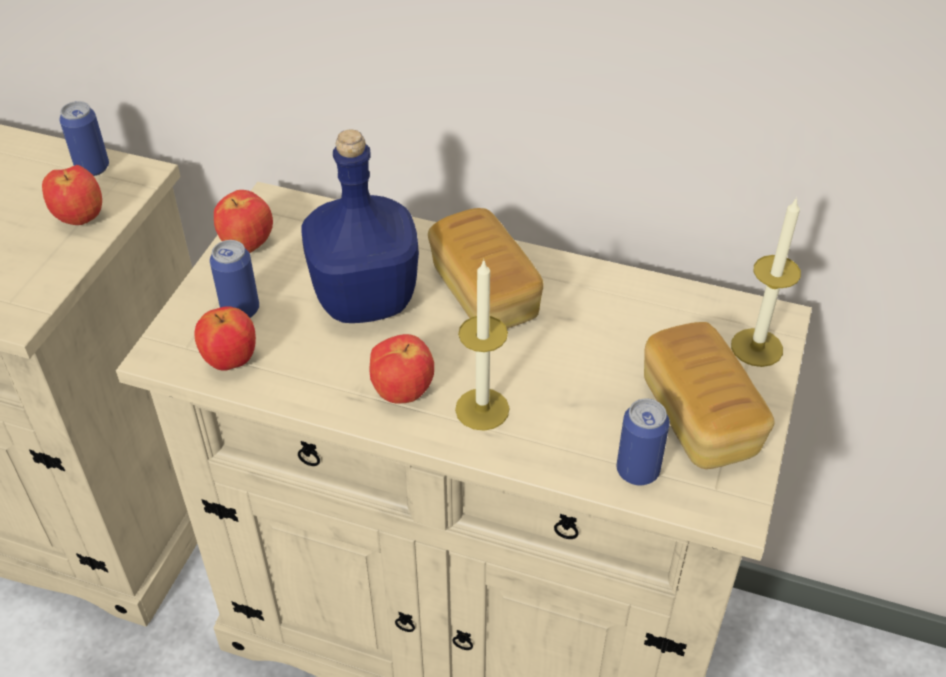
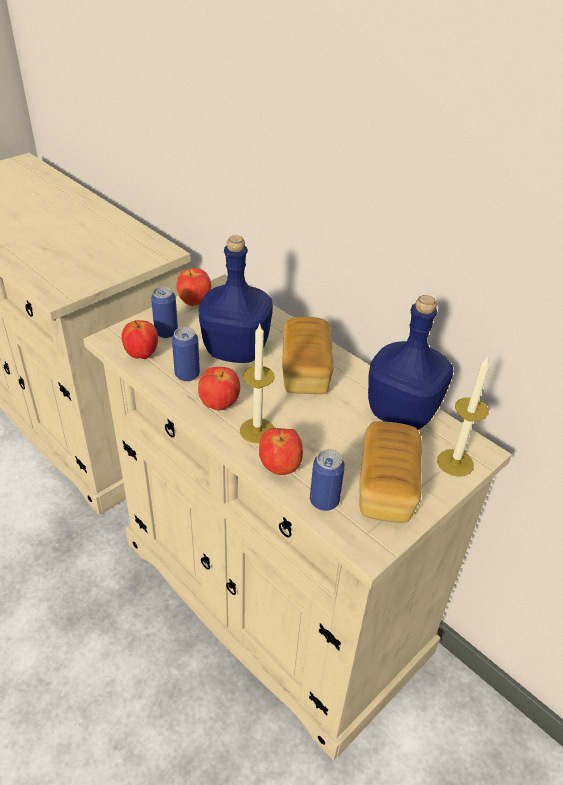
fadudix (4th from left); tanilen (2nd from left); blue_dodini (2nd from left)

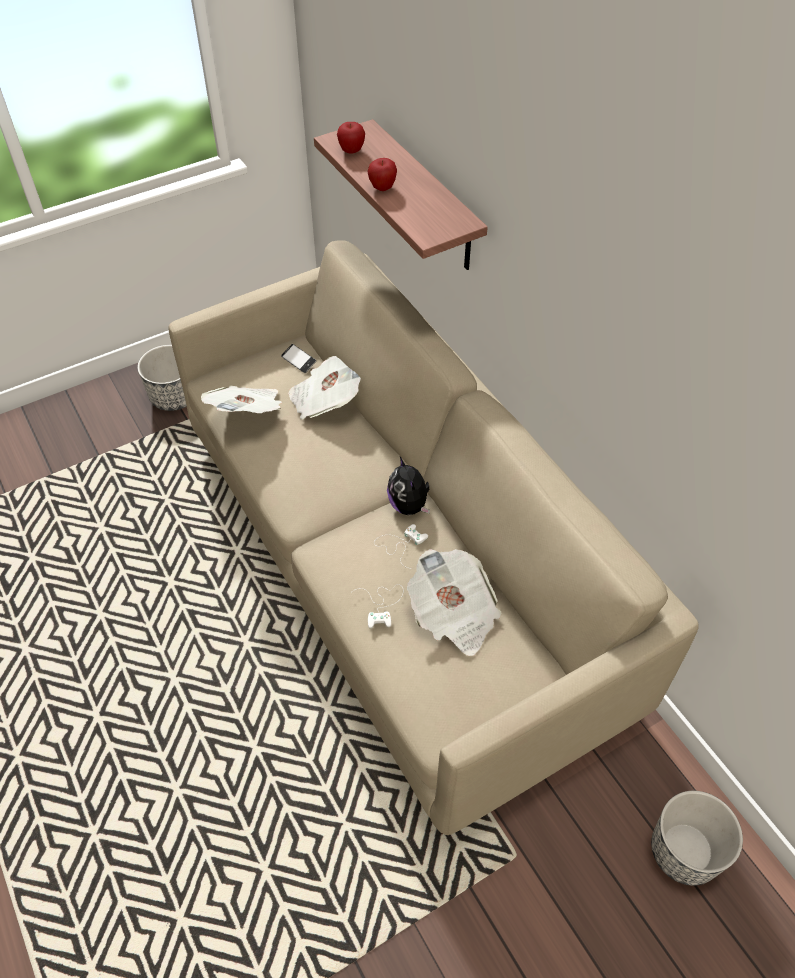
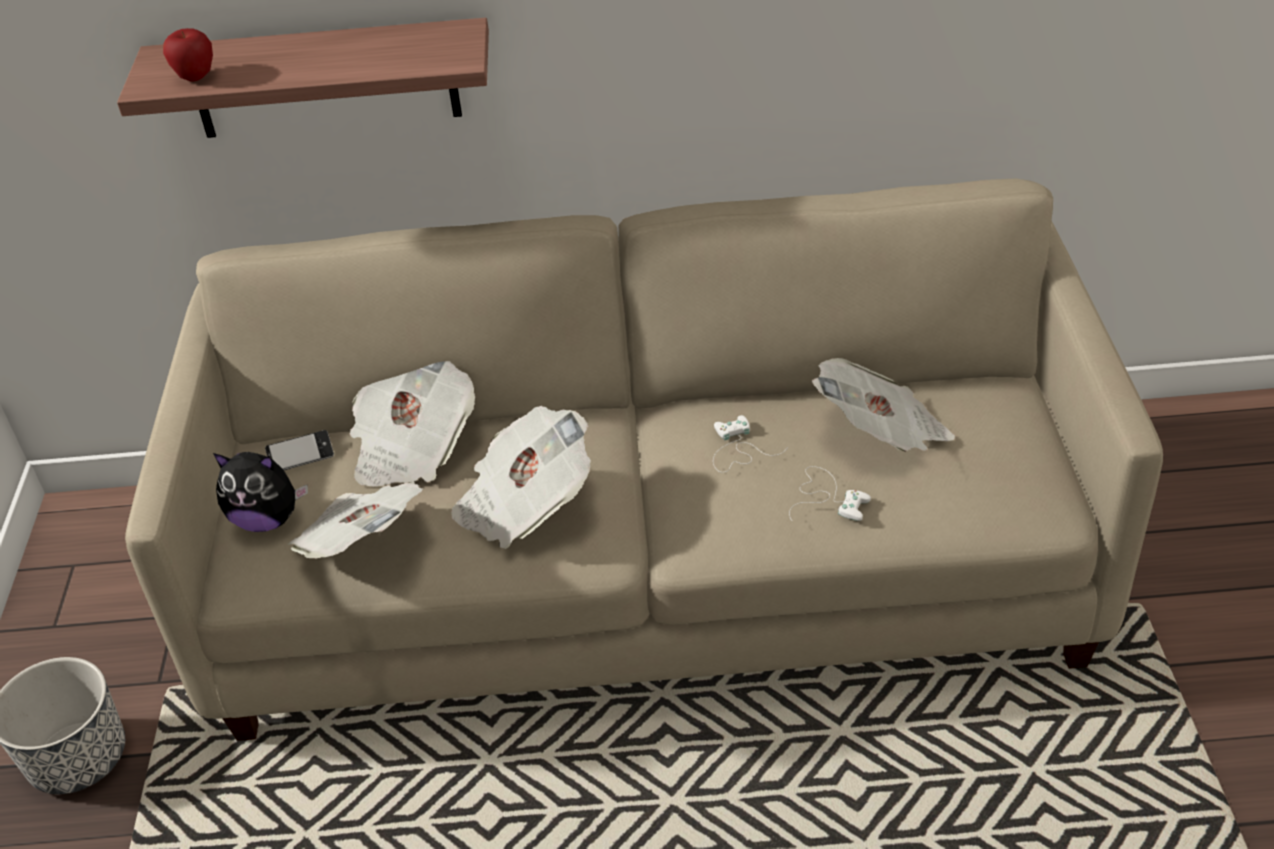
fadudix (2nd from left in the first image); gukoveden; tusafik (2nd from left in the first image); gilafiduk (3rd from left)

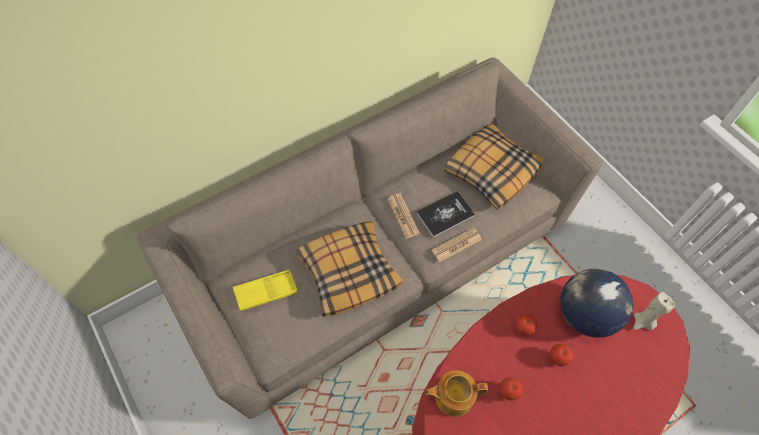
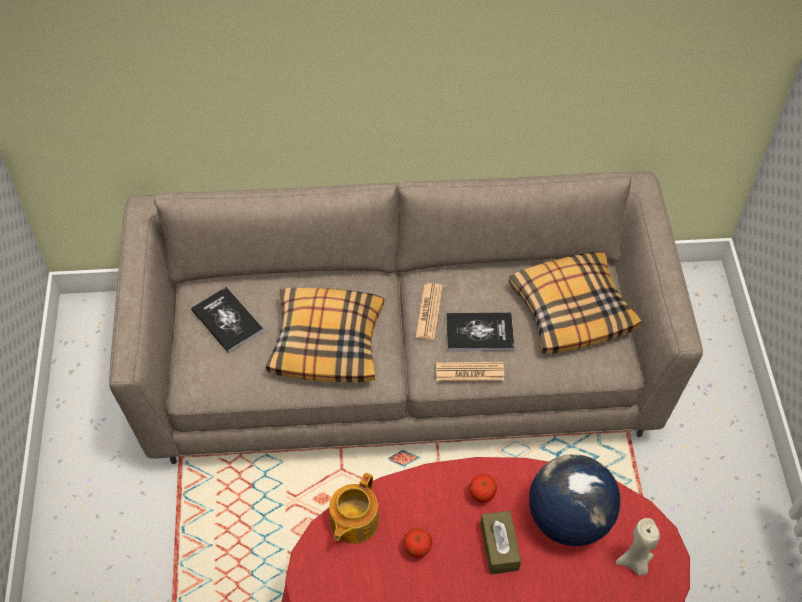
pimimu (1st from left); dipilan; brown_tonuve

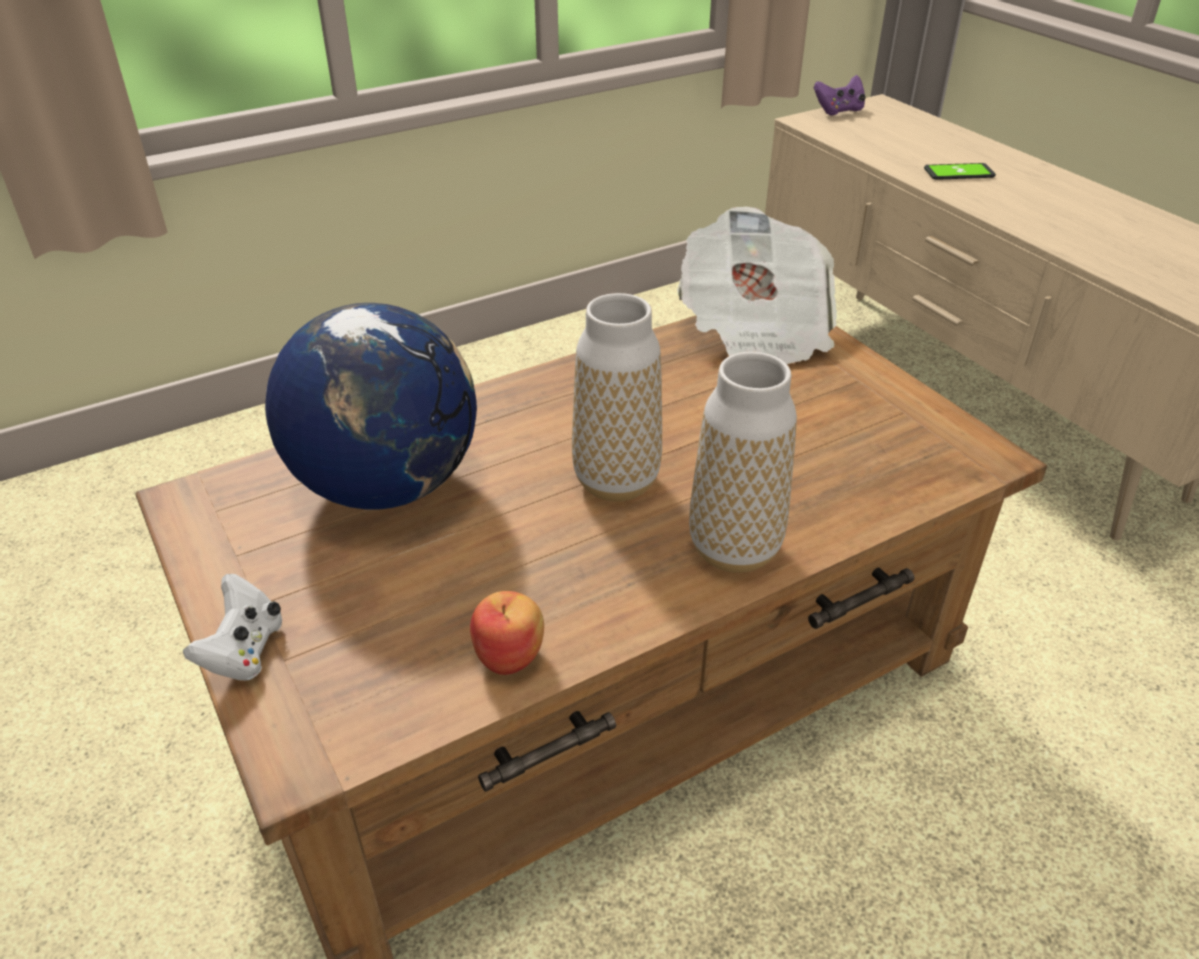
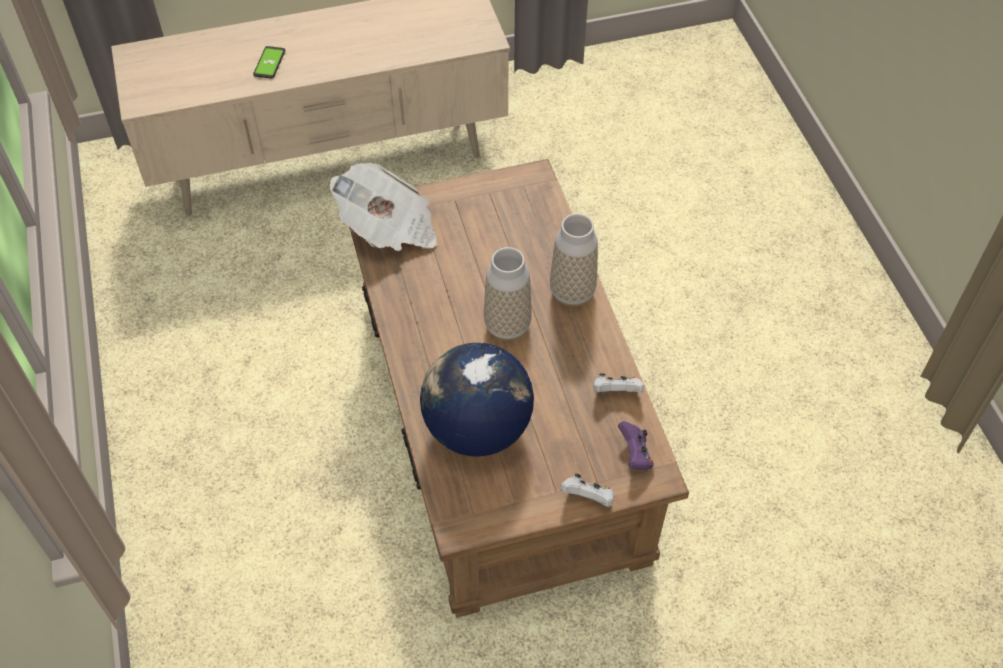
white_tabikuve (2nd from left); purple_tabikuve

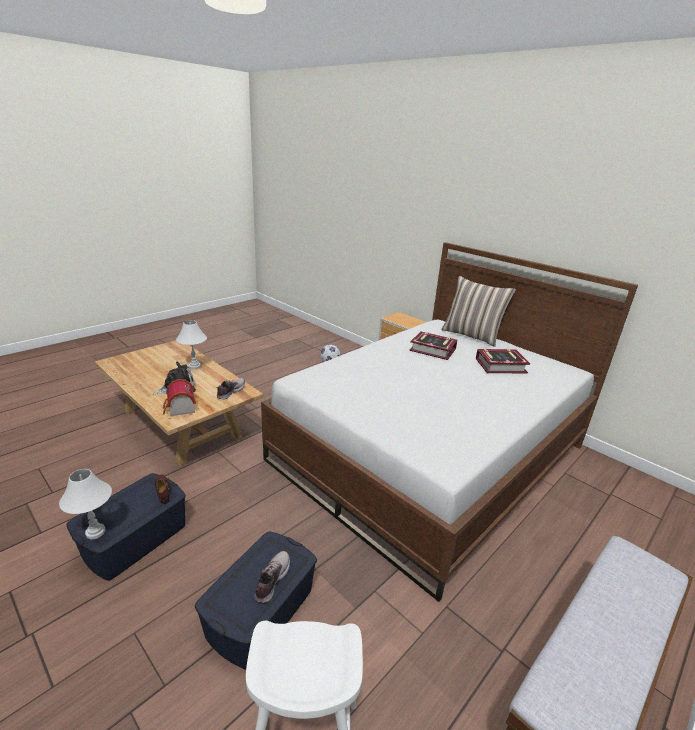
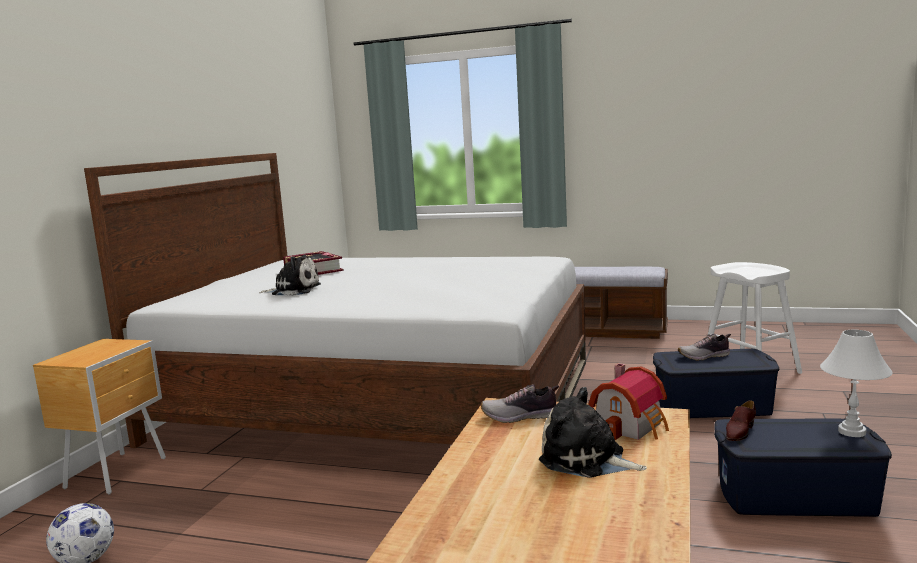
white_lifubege (2nd from left in the first image); gukoveden (1st from left); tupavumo

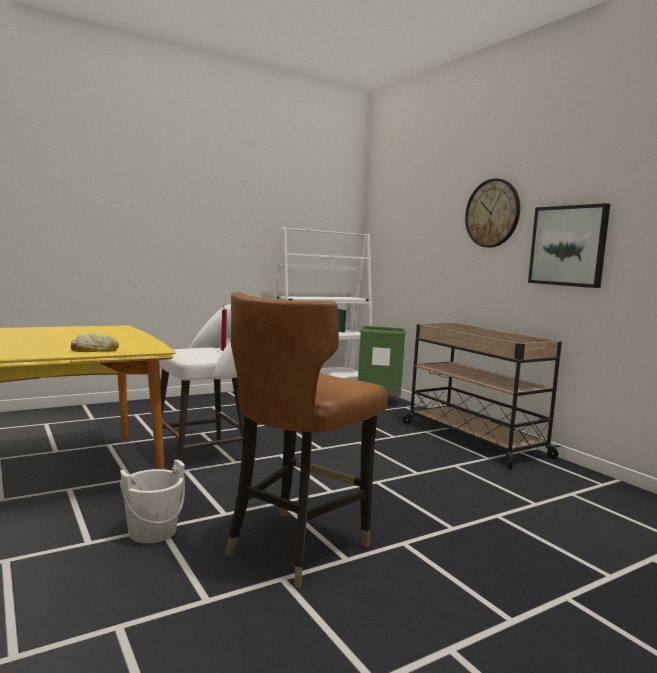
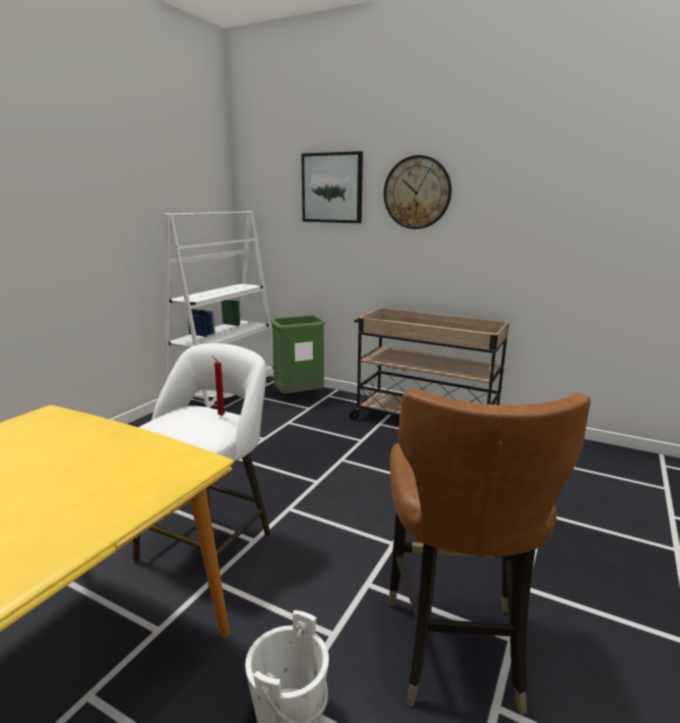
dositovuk; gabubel

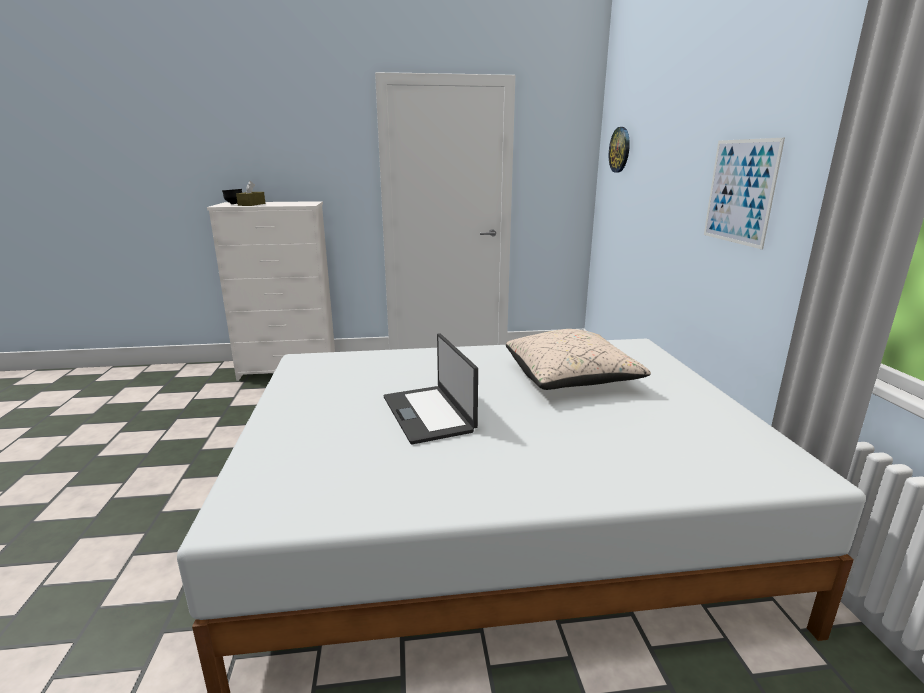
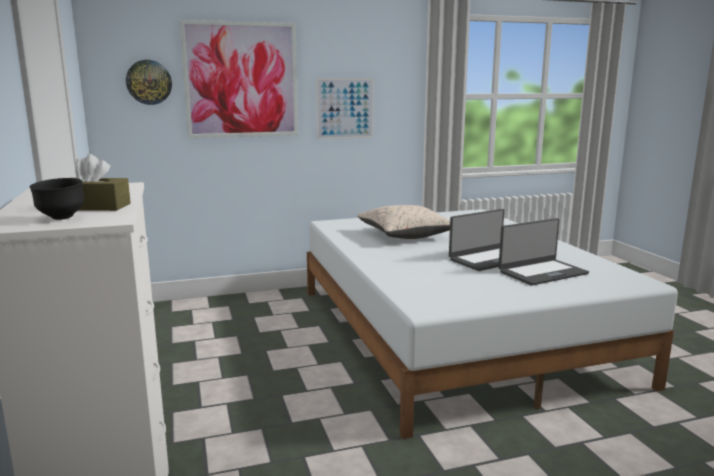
gabubel (1st from left); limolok (2nd from left)

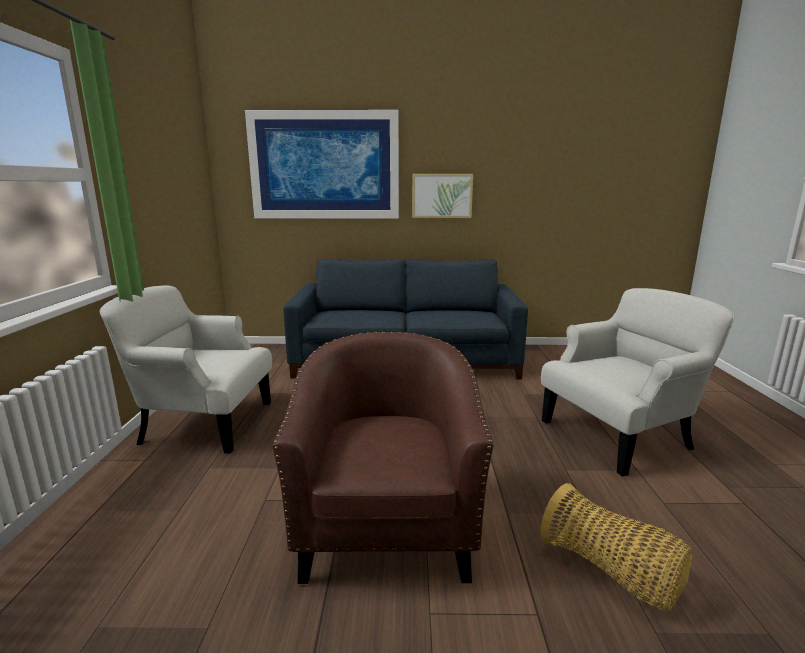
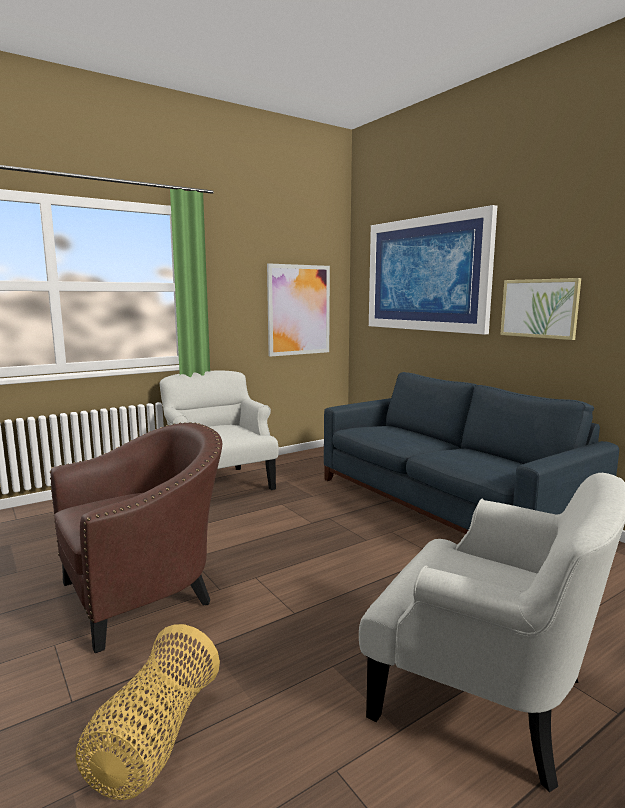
gabubel (1st from left)

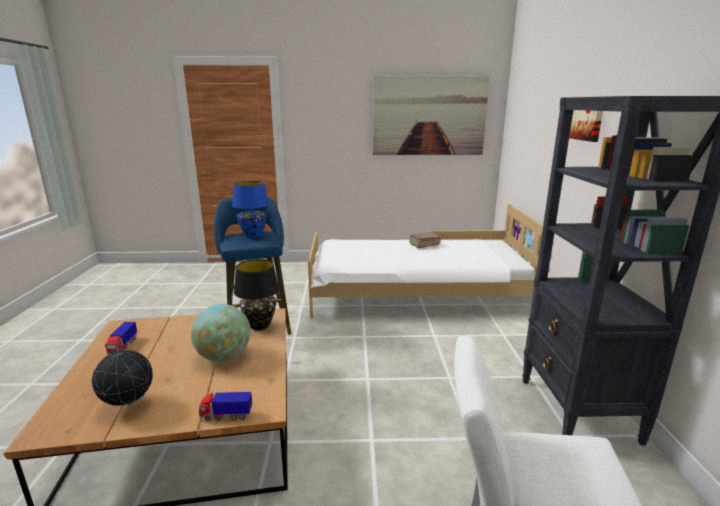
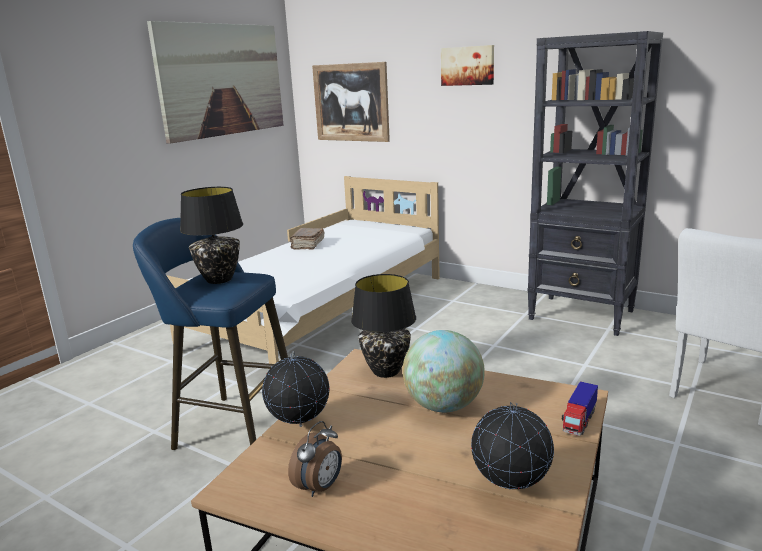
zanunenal; black_lifubege (1st from left); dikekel (1st from left); gabubel (2nd from left)

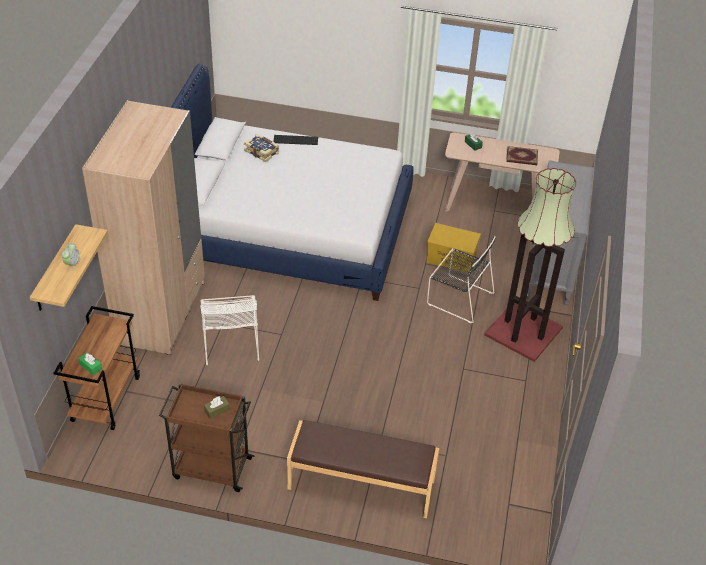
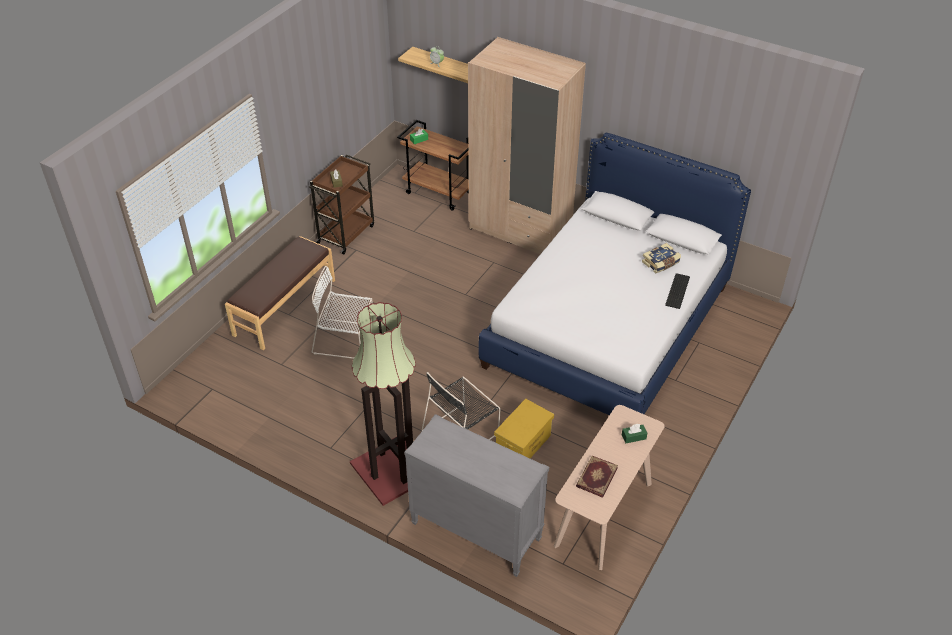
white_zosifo

